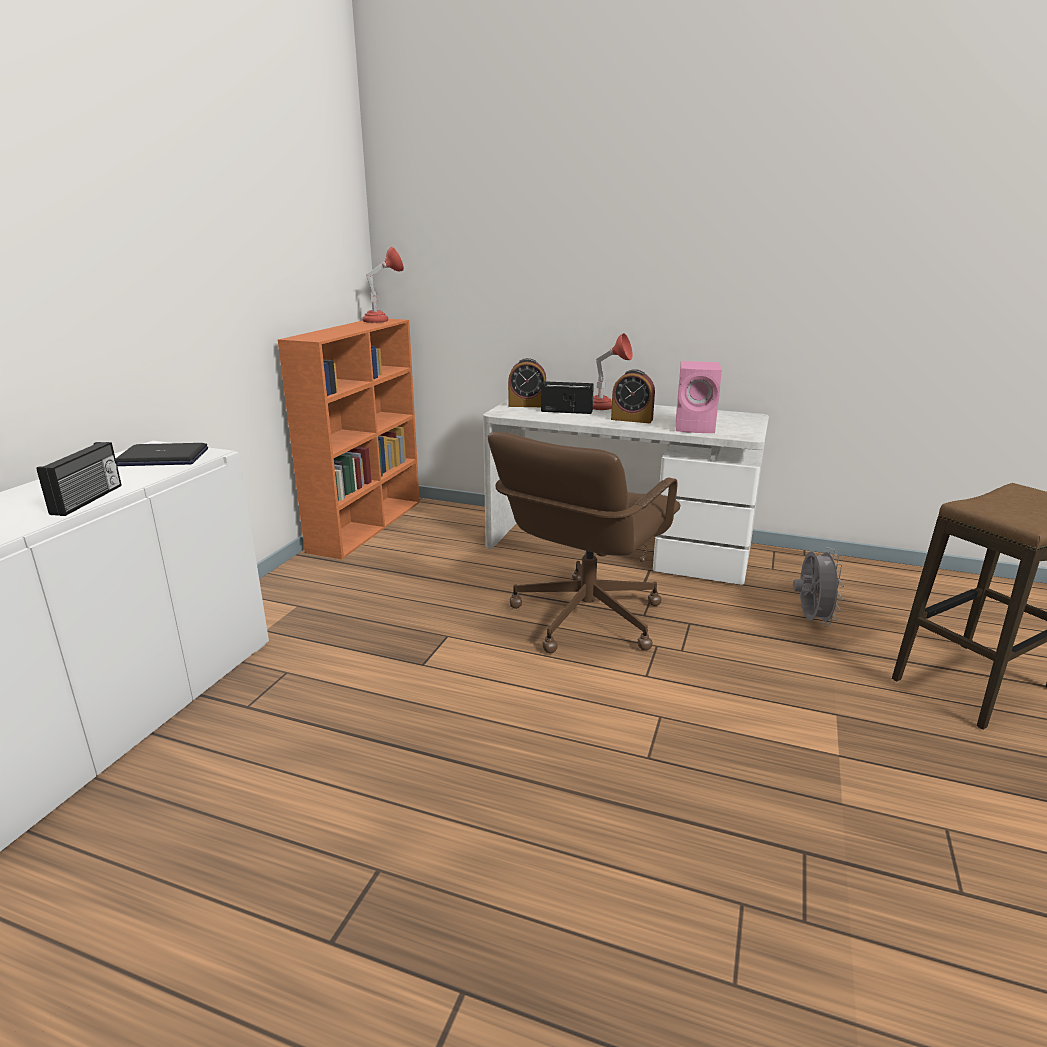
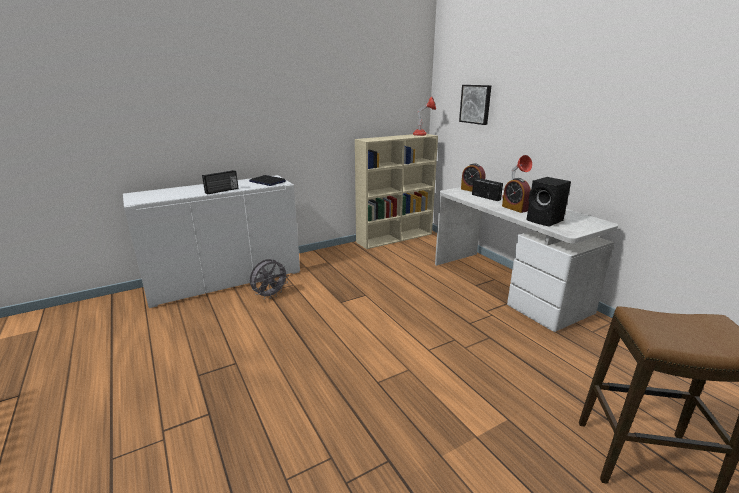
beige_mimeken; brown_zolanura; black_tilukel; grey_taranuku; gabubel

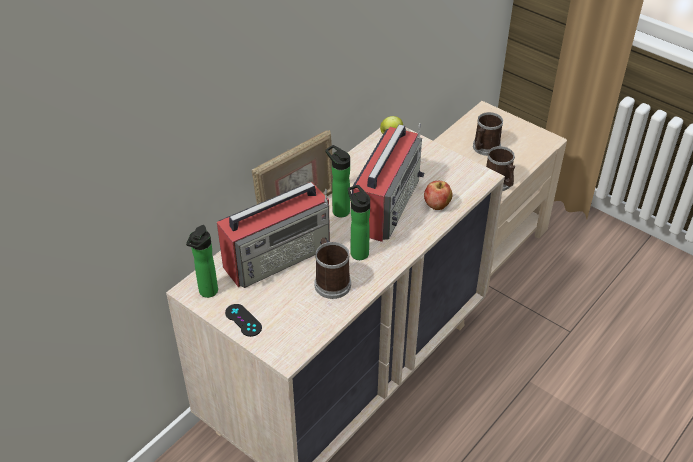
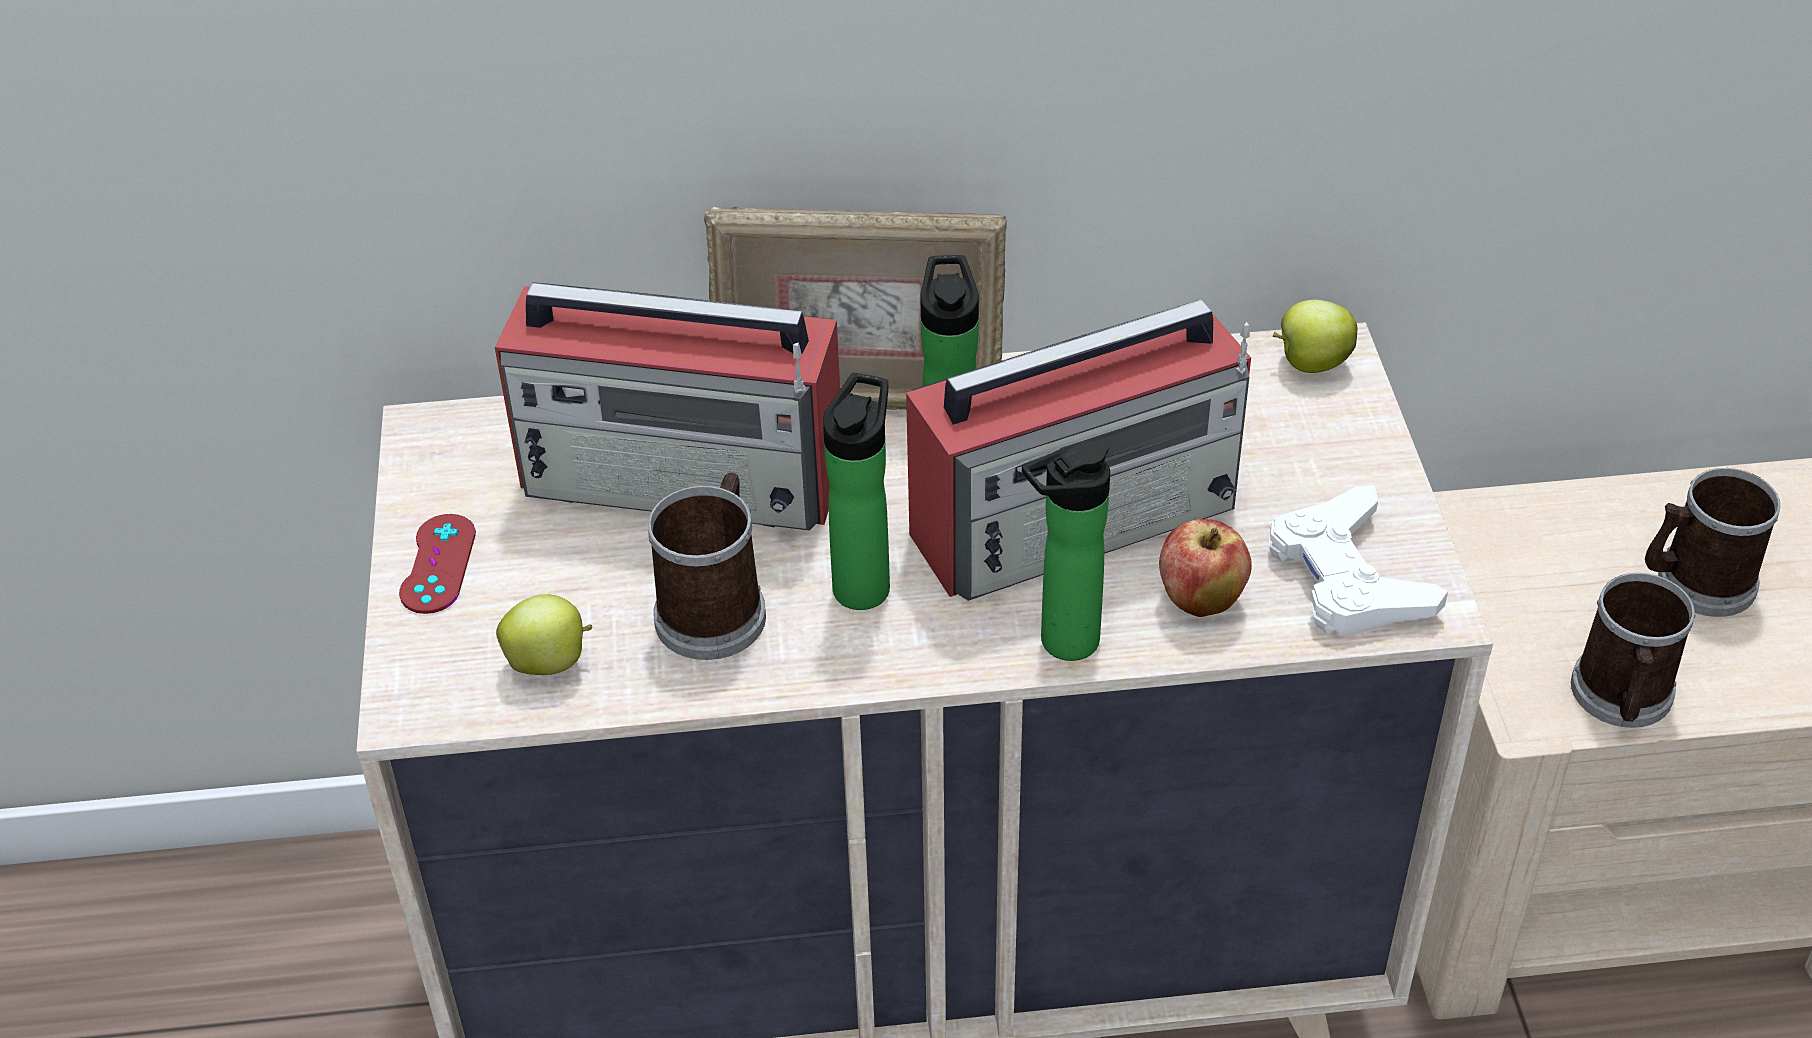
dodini (3rd from left); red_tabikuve; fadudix (1st from left); white_tabikuve

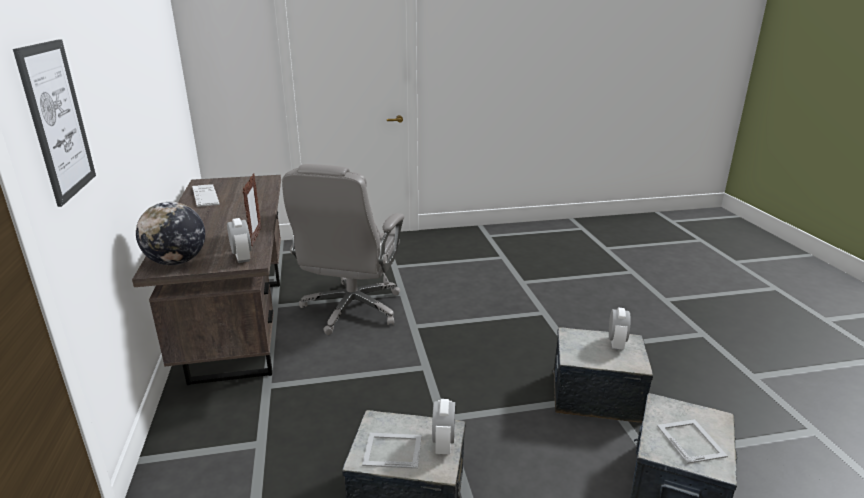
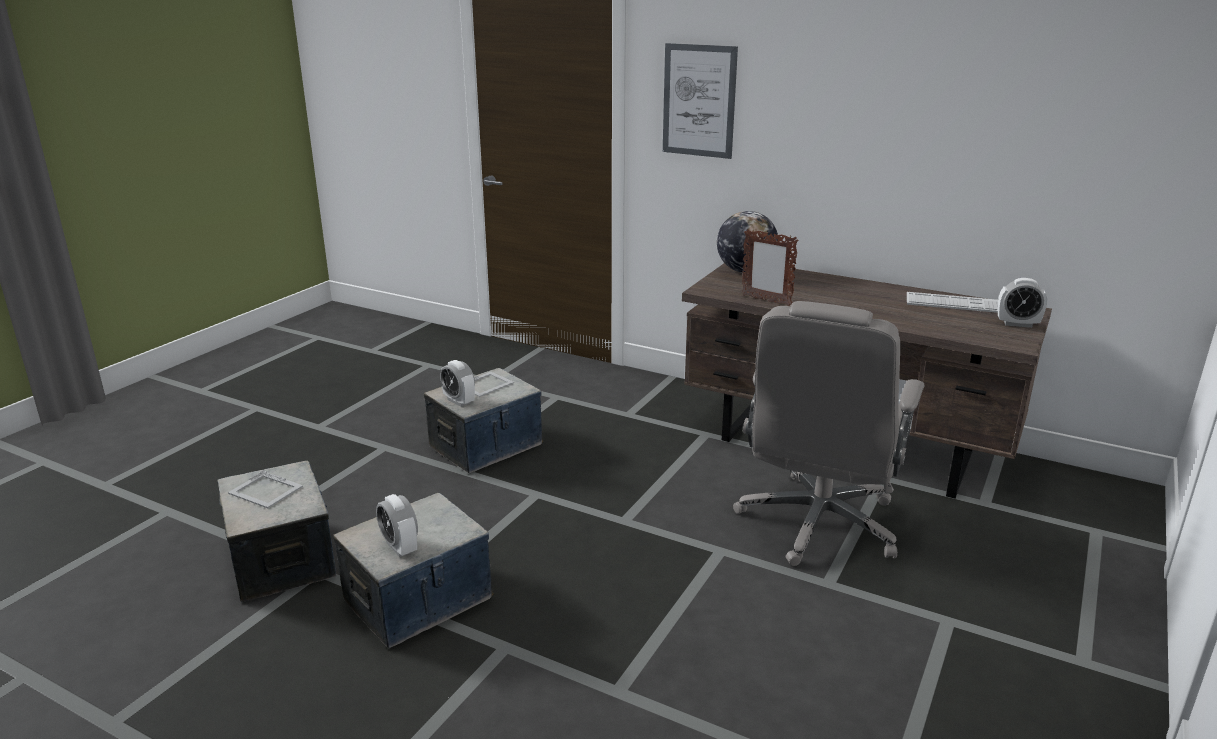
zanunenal (3rd from left); grey_zolanura

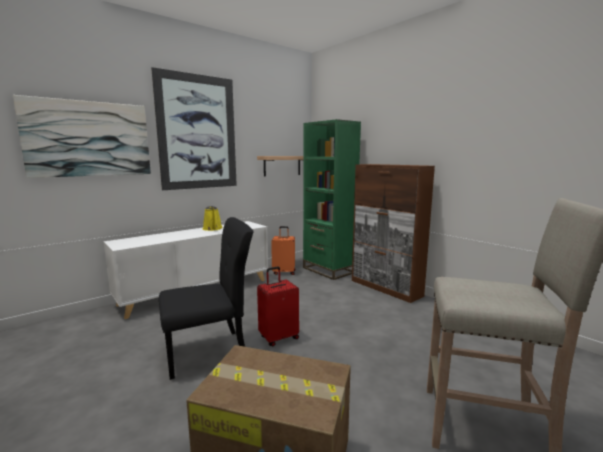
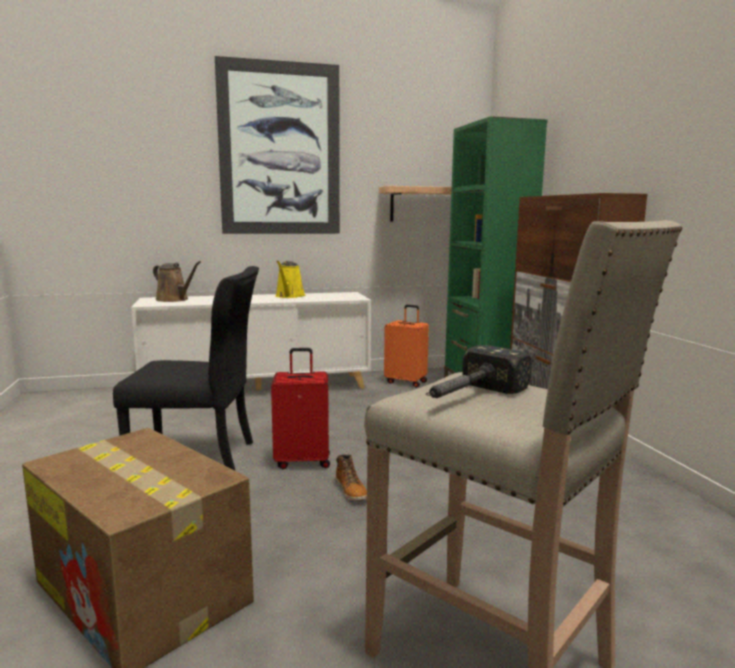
gabubel (1st from left in the first image); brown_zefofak; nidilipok; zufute

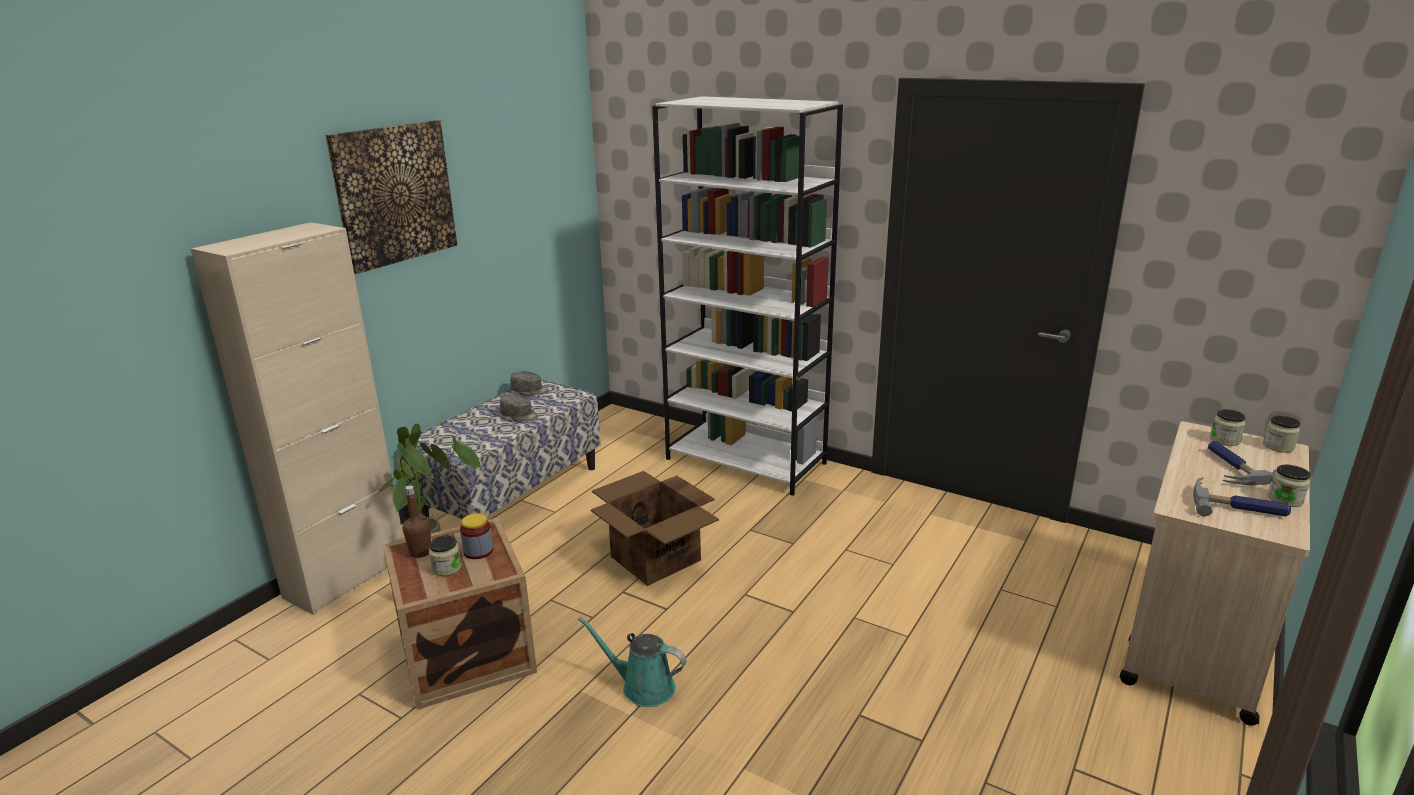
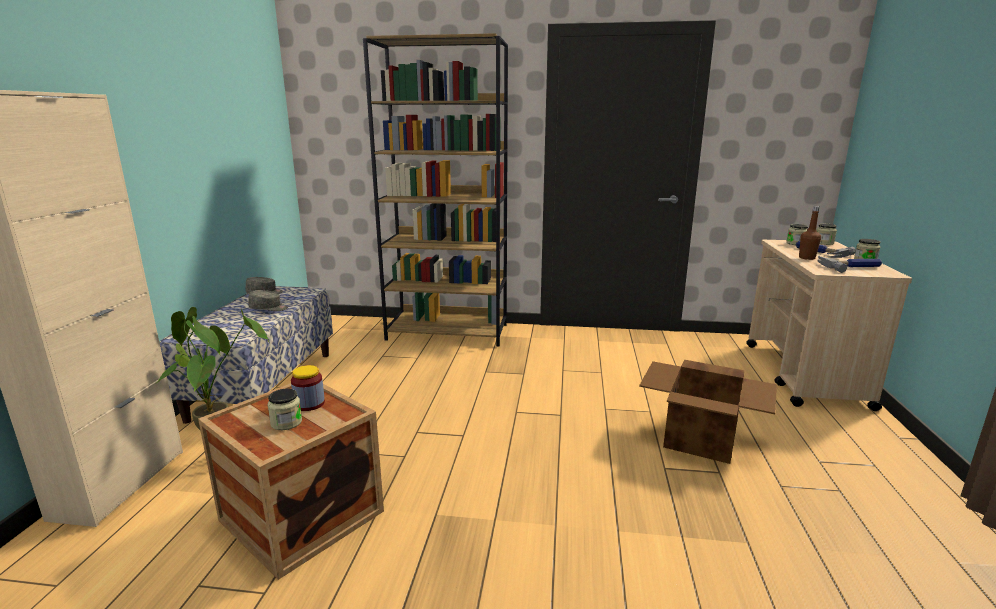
gabubel; brown_dodini; turquoise_zefofak; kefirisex; brown_mimeken

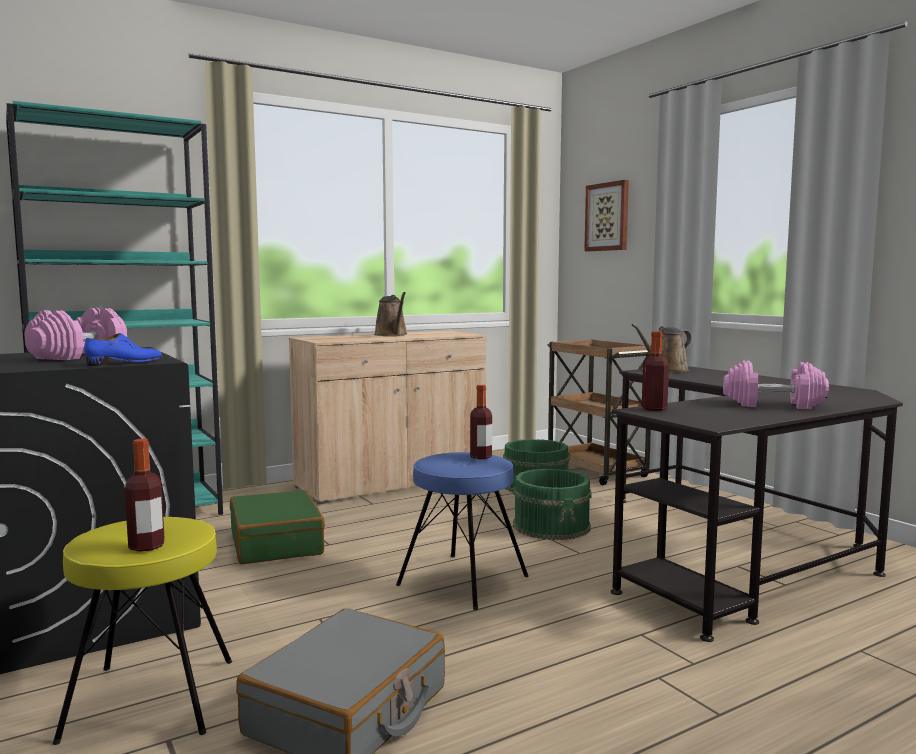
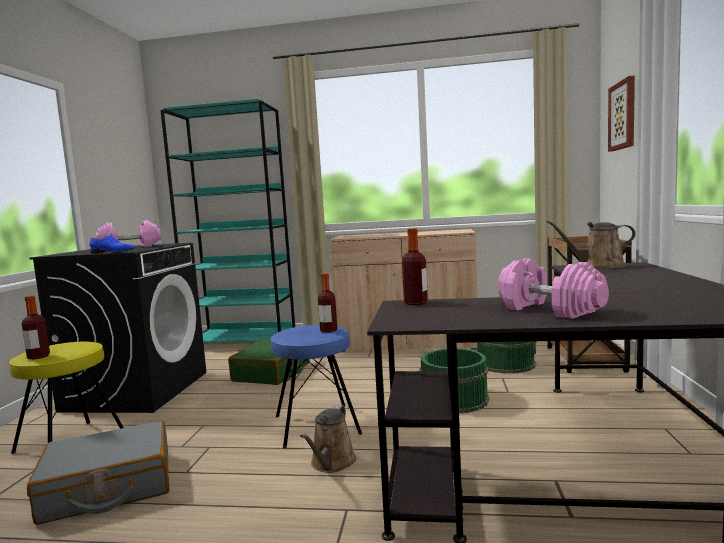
brown_zefofak (1st from left)

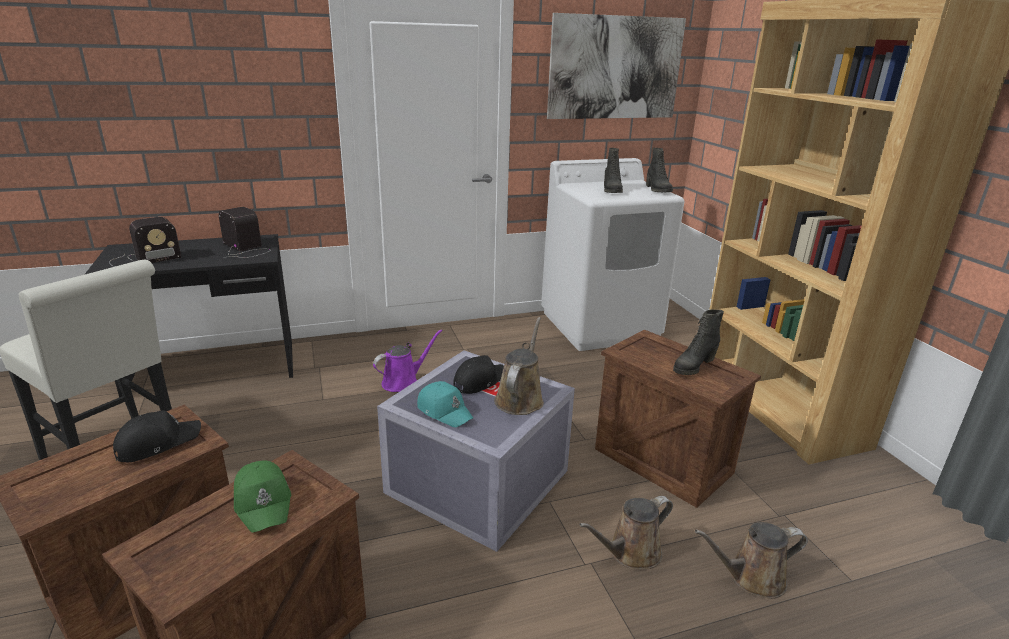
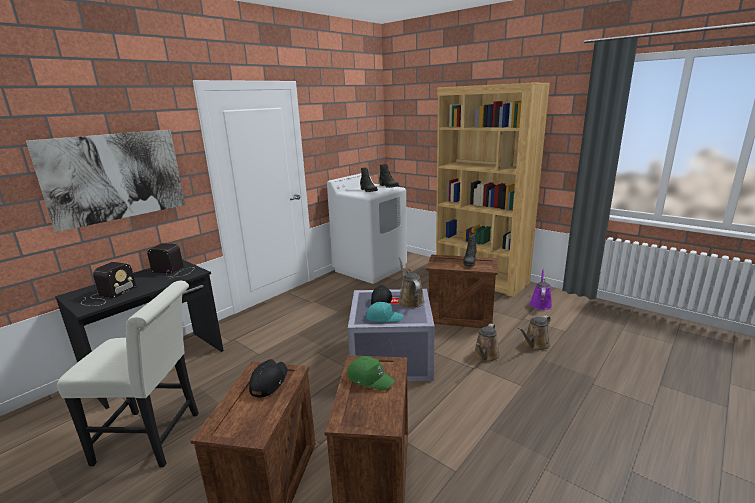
purple_zefofak; gabubel

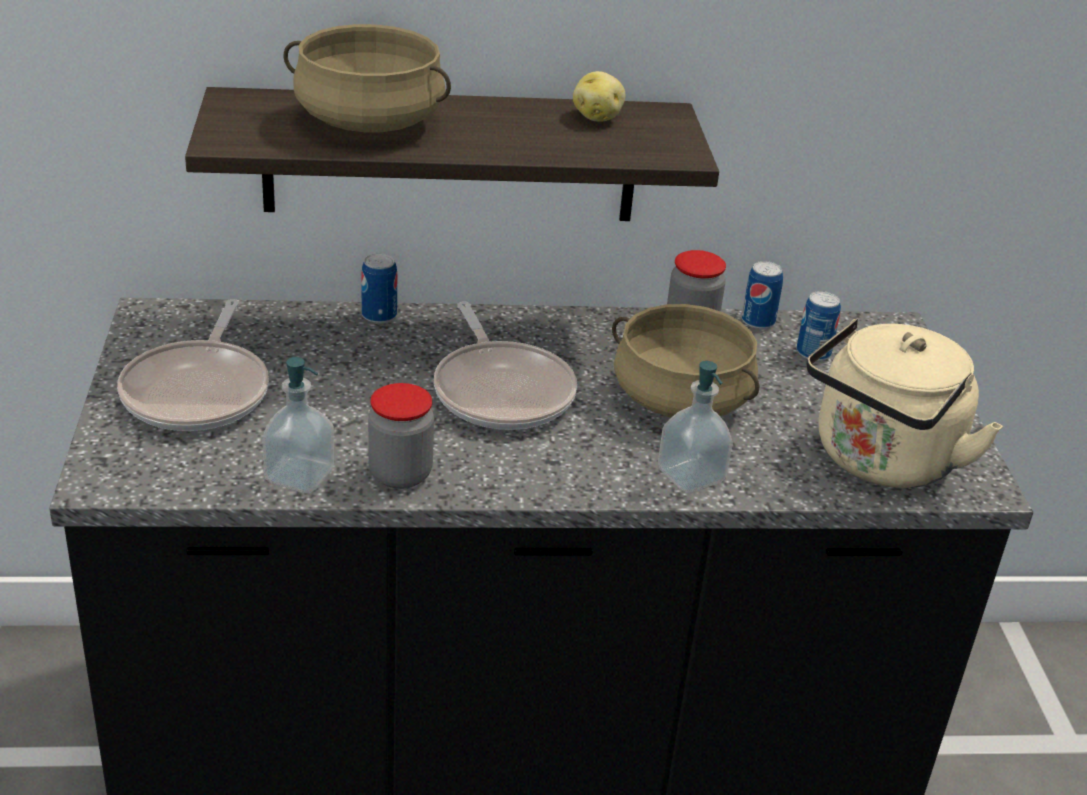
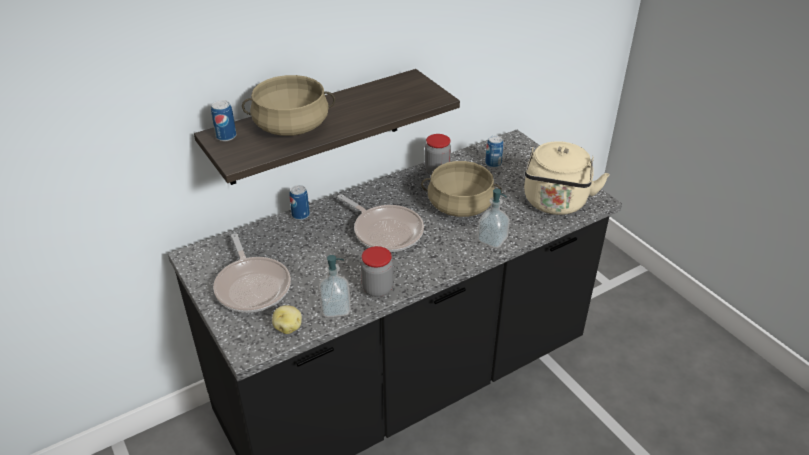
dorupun; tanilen (1st from left)

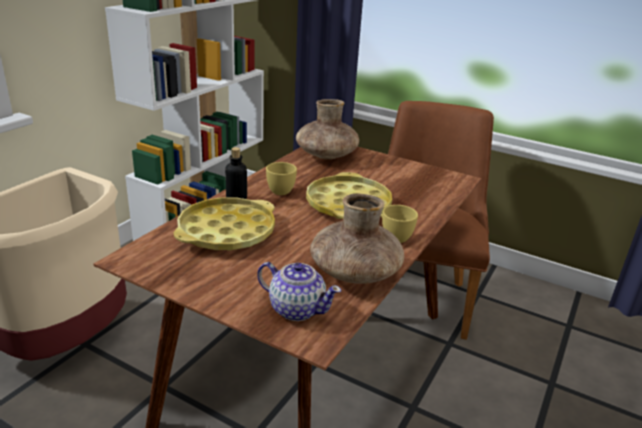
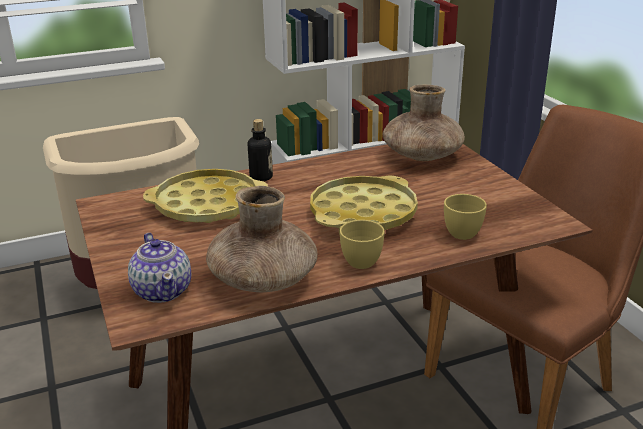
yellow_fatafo (2nd from left)

